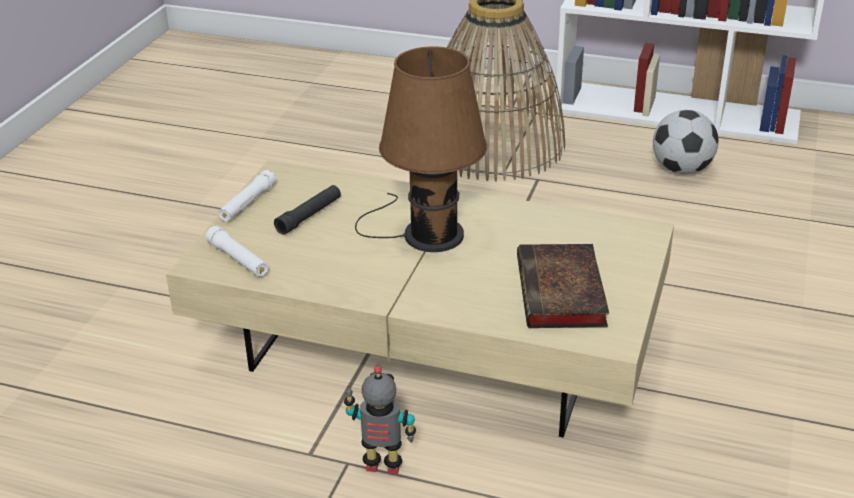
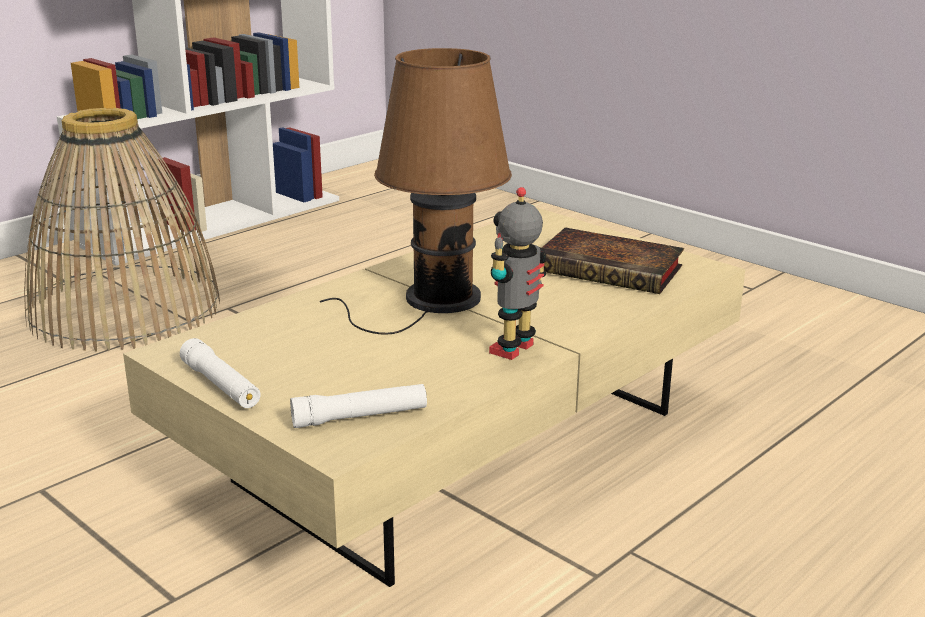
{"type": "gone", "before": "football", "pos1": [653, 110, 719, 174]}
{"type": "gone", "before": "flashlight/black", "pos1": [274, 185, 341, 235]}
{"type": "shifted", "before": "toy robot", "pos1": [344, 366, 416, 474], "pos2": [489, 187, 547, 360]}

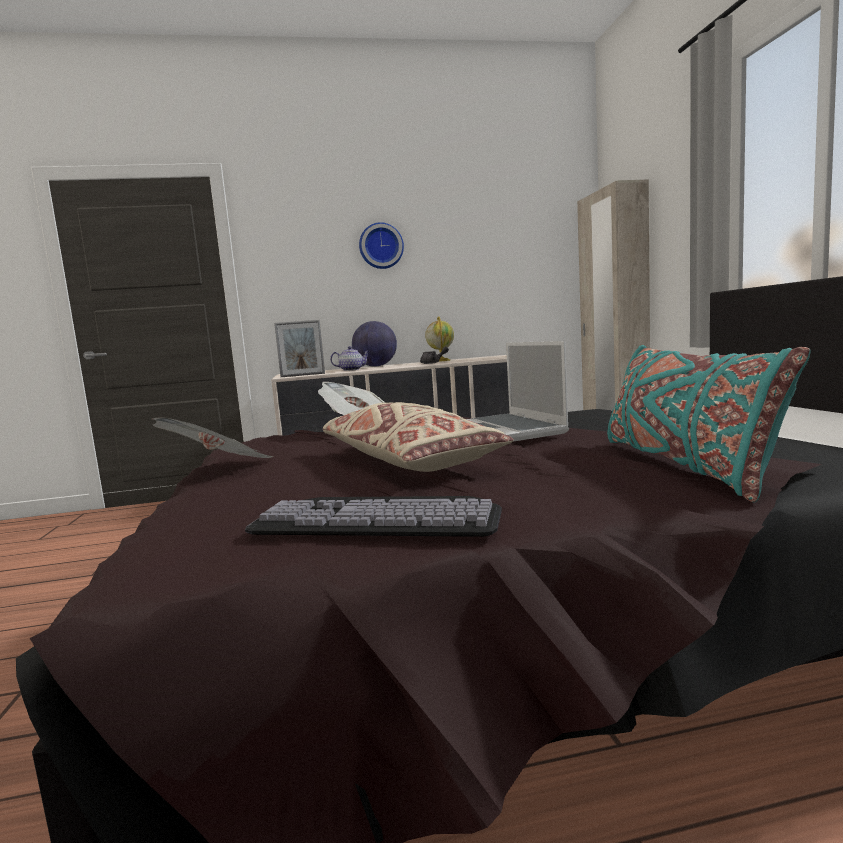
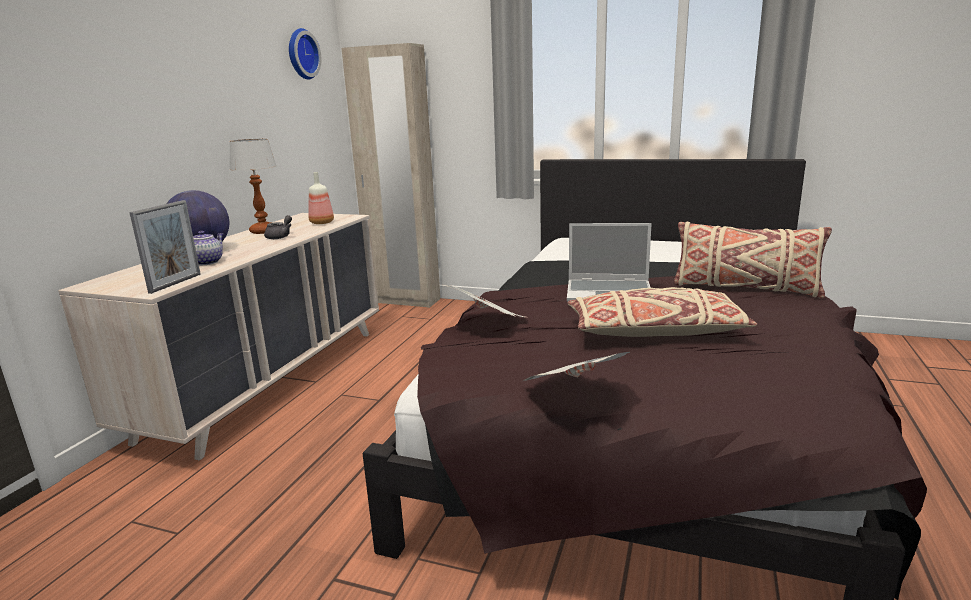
{"type": "shifted", "before": "wall clock", "pos1": [359, 222, 404, 269], "pos2": [289, 28, 322, 80]}
{"type": "swapped", "before": "globe", "after": "table lamp", "pos1": [425, 316, 454, 362], "pos2": [229, 139, 276, 234]}
{"type": "repainted", "before": "pillow/turquoise", "after": "pillow/beige", "pos1": [607, 345, 811, 502], "pos2": [674, 222, 832, 298]}
{"type": "gone", "before": "keyboard", "pos1": [245, 496, 502, 537]}
{"type": "new", "after": "bottle", "pos2": [308, 172, 334, 224]}

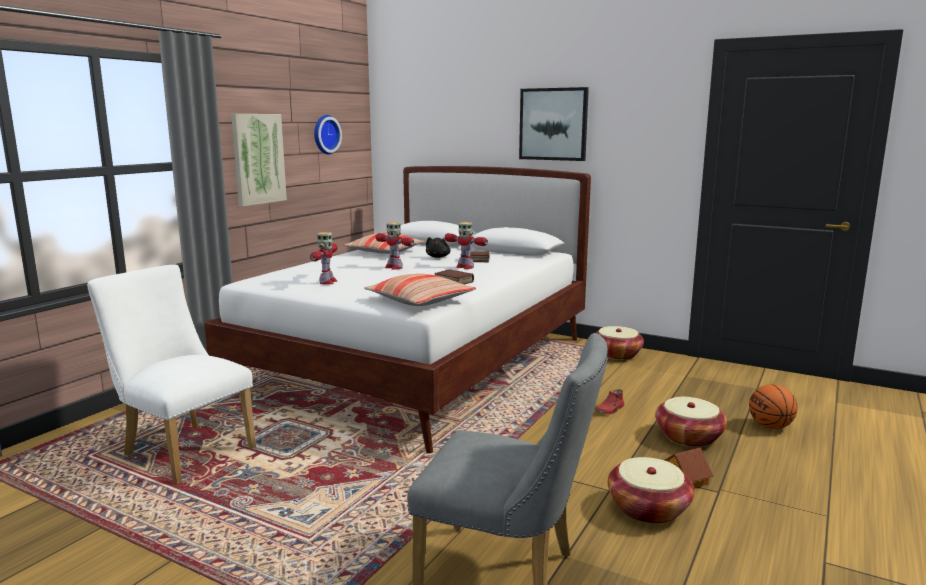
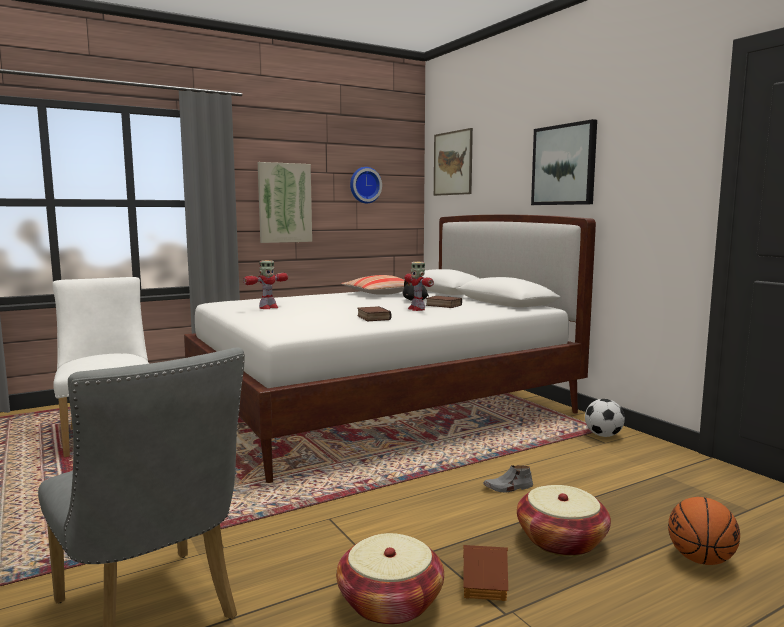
{"type": "gone", "before": "toy robot", "pos1": [375, 222, 414, 270]}
{"type": "gone", "before": "pillow", "pos1": [364, 274, 476, 306]}
{"type": "swapped", "before": "basket", "after": "football", "pos1": [596, 326, 644, 360], "pos2": [585, 399, 625, 437]}
{"type": "repainted", "before": "shoe/red", "after": "shoe/grey", "pos1": [595, 389, 624, 414], "pos2": [483, 465, 533, 493]}
{"type": "new", "after": "picture", "pos2": [434, 128, 473, 196]}

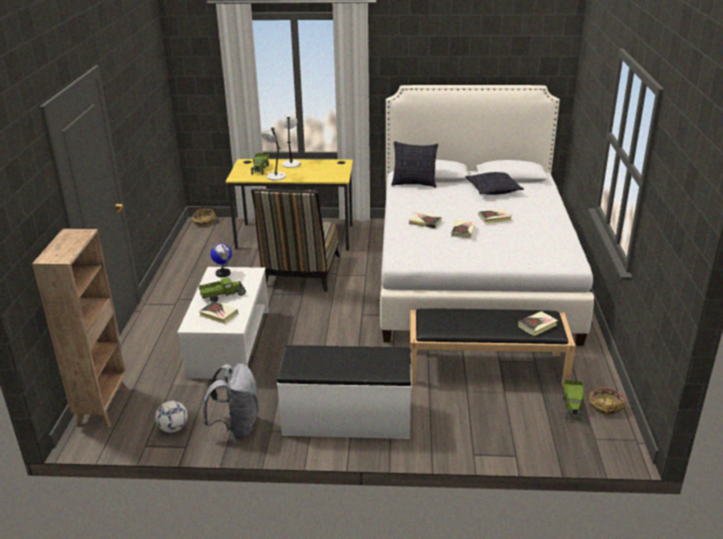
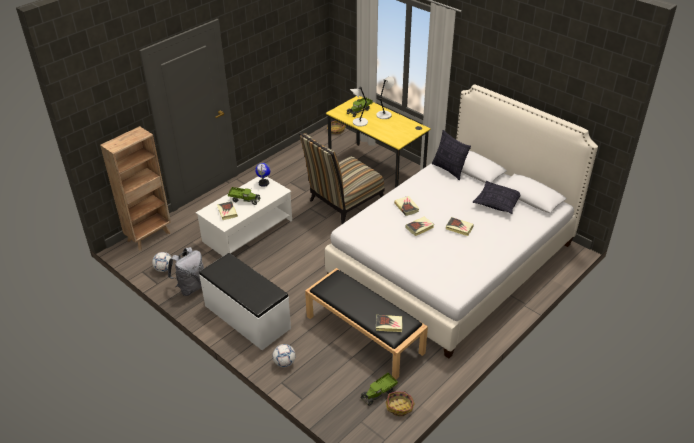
{"type": "new", "after": "football", "pos2": [273, 344, 296, 367]}

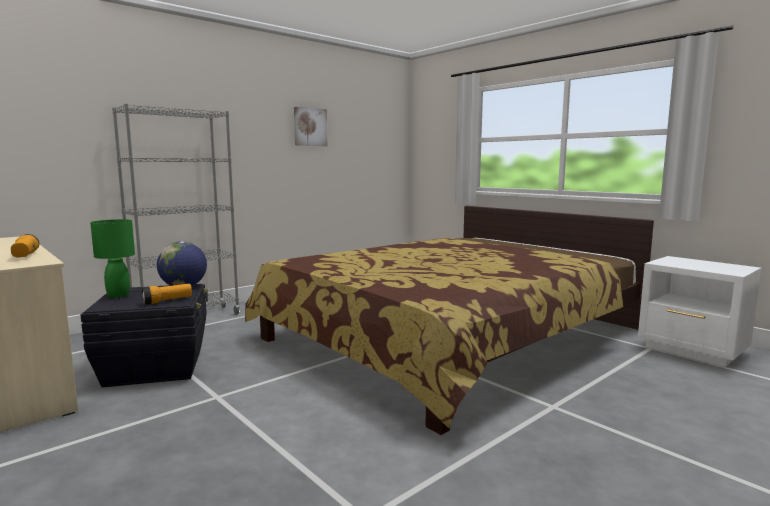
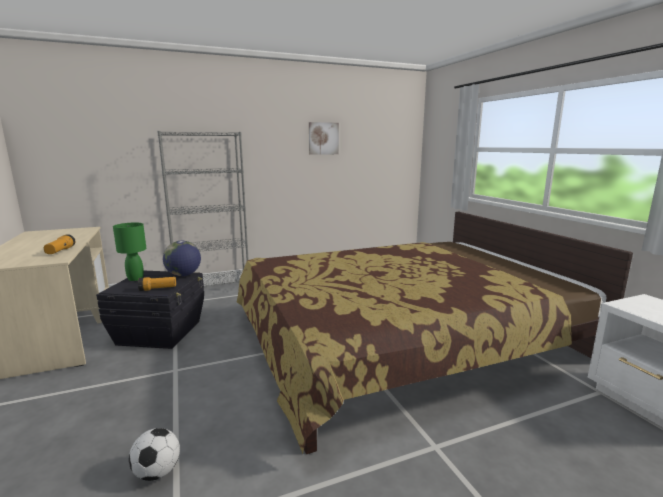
{"type": "new", "after": "football", "pos2": [129, 428, 180, 481]}

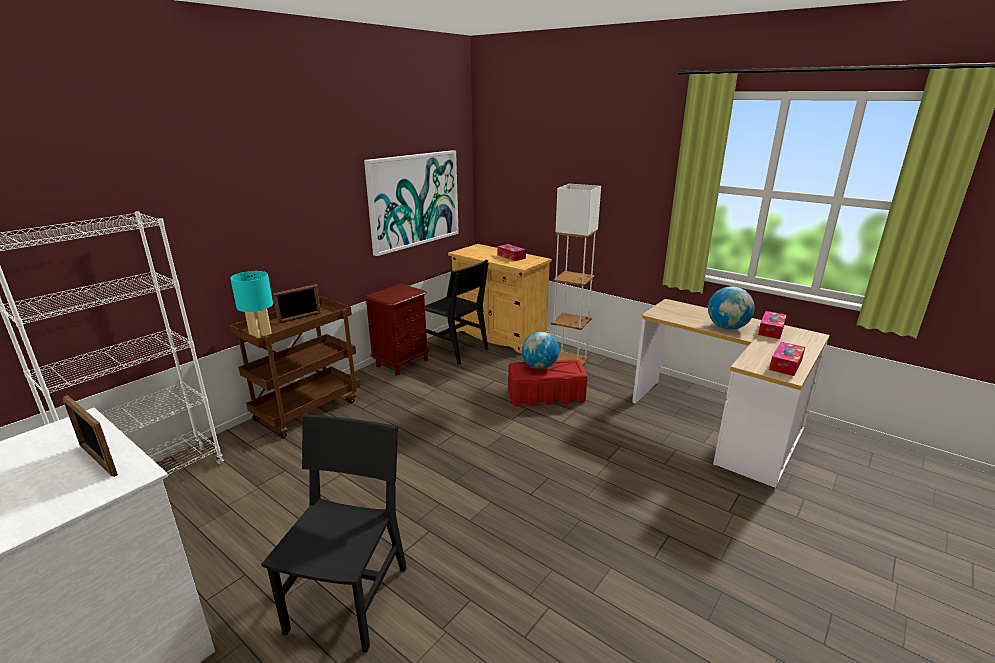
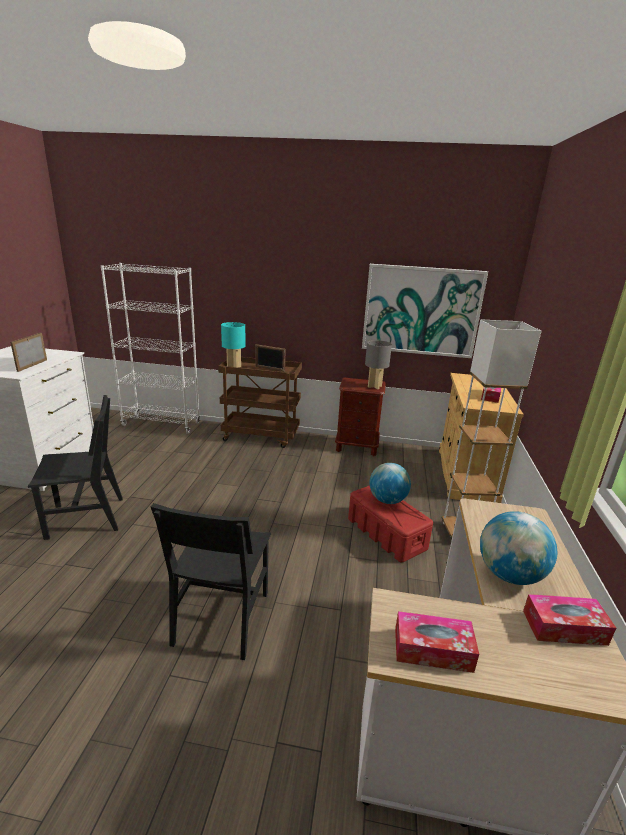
{"type": "shifted", "before": "chair/black", "pos1": [425, 260, 489, 365], "pos2": [151, 503, 271, 660]}
{"type": "new", "after": "table lamp/grey", "pos2": [365, 340, 392, 389]}

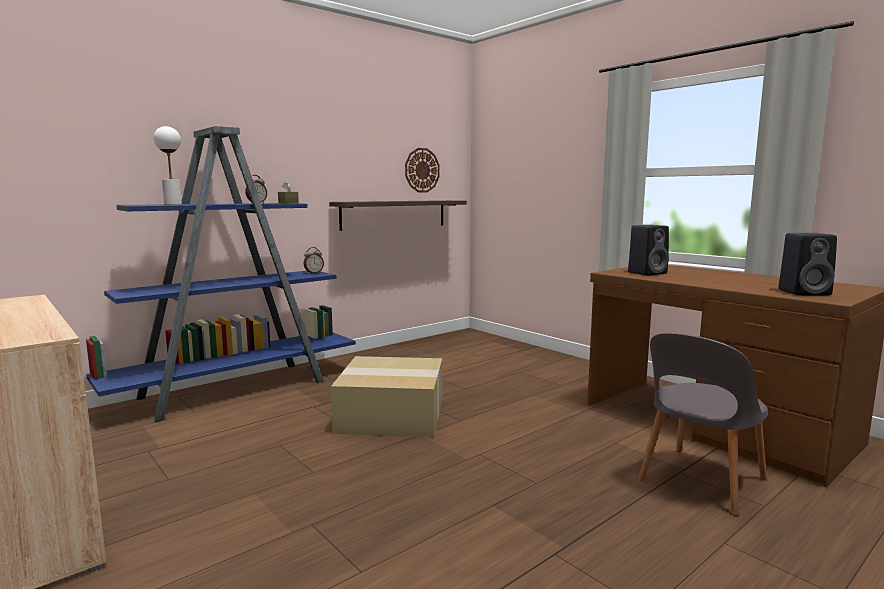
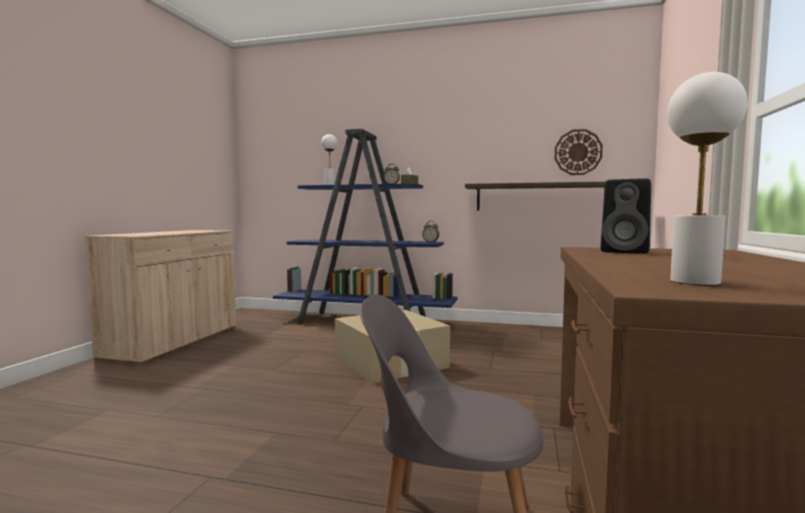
{"type": "swapped", "before": "speaker/black", "after": "table lamp/white", "pos1": [778, 233, 837, 295], "pos2": [667, 72, 747, 285]}

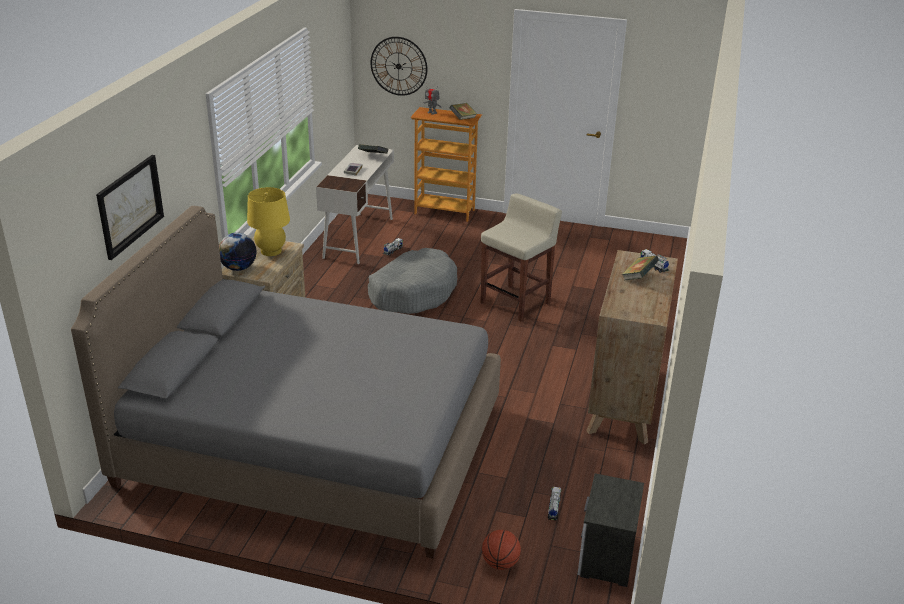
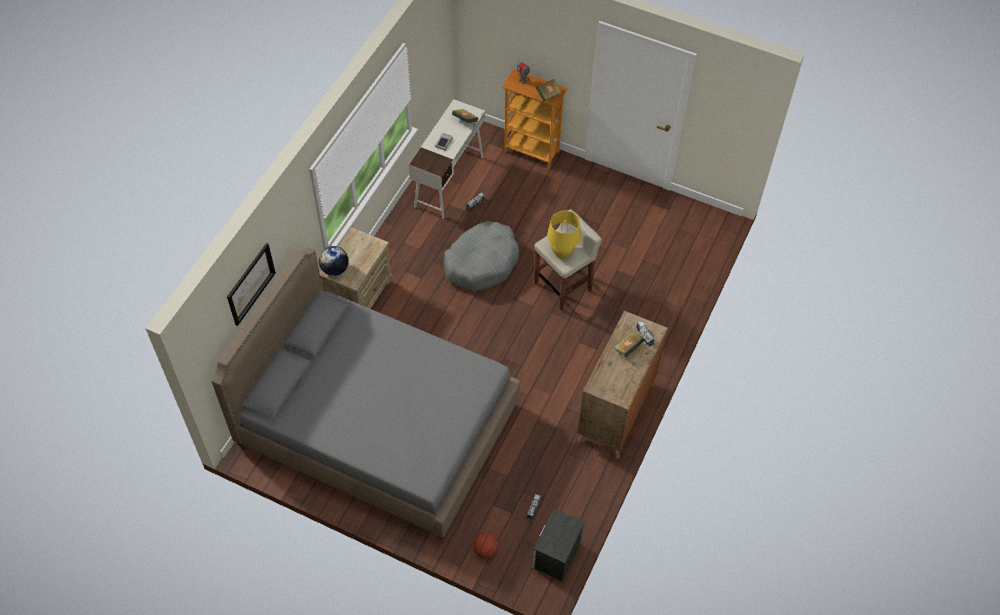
{"type": "gone", "before": "wall clock", "pos1": [370, 37, 427, 96]}
{"type": "shifted", "before": "table lamp/yellow", "pos1": [247, 187, 290, 256], "pos2": [547, 211, 581, 259]}

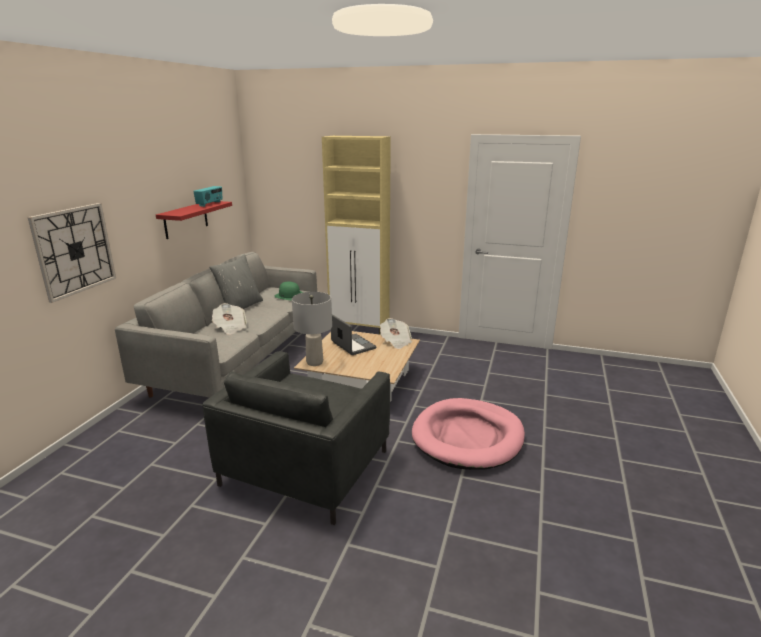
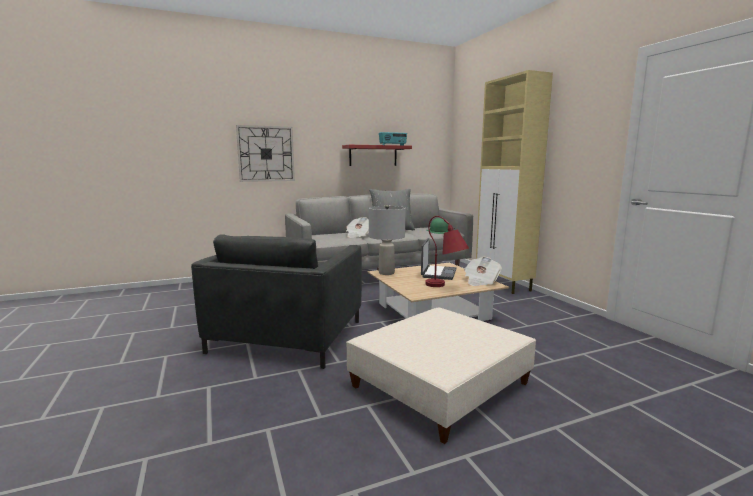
{"type": "rotated", "before": "armchair/grey", "pos1": [202, 351, 390, 525], "pos2": [191, 234, 362, 369], "turn": -60}
{"type": "swapped", "before": "dog bed/pink", "after": "ottoman/beige", "pos1": [412, 398, 525, 470], "pos2": [346, 308, 536, 444]}
{"type": "new", "after": "table lamp/red", "pos2": [426, 216, 469, 287]}

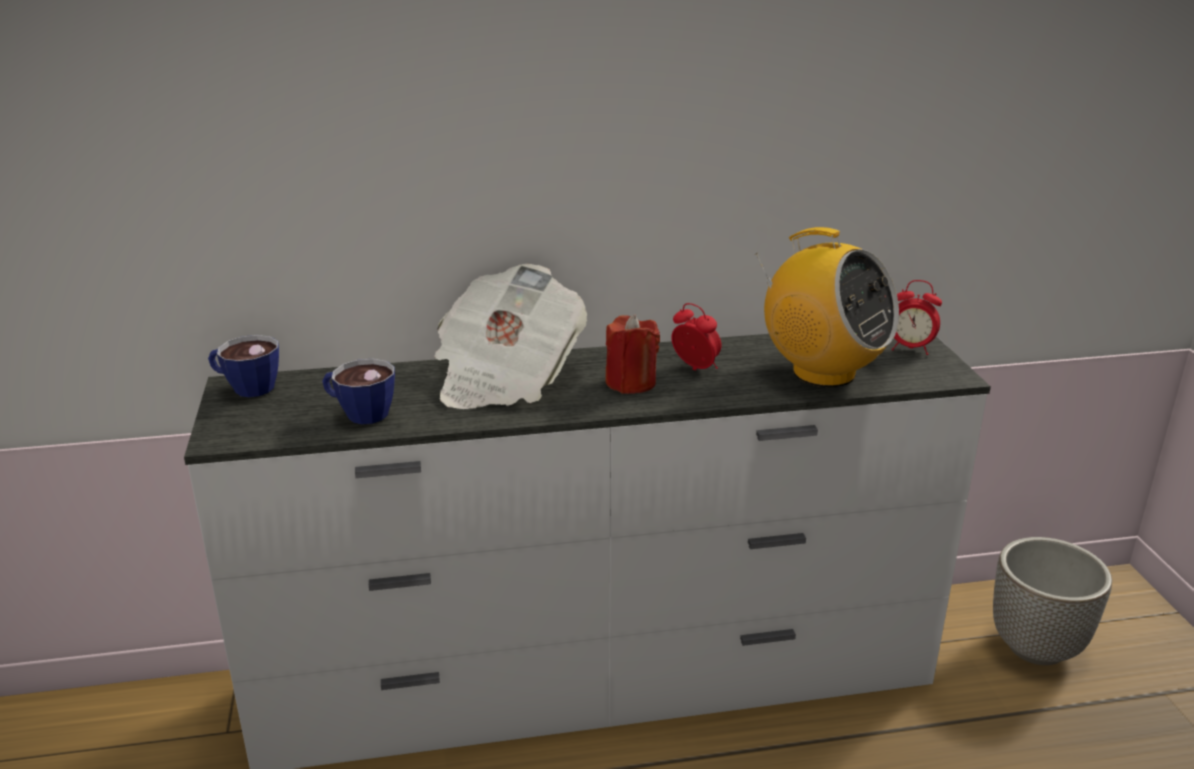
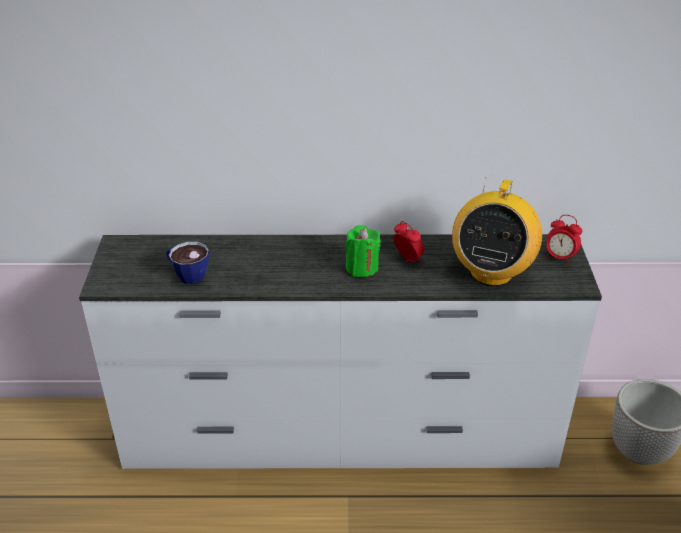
{"type": "rotated", "before": "radio", "pos1": [756, 227, 899, 387], "pos2": [452, 180, 542, 286], "turn": 60}
{"type": "gone", "before": "newspaper", "pos1": [434, 264, 587, 409]}
{"type": "repainted", "before": "candle/red", "after": "candle/green", "pos1": [605, 314, 660, 394], "pos2": [346, 225, 381, 277]}
{"type": "gone", "before": "cup", "pos1": [208, 335, 279, 397]}

